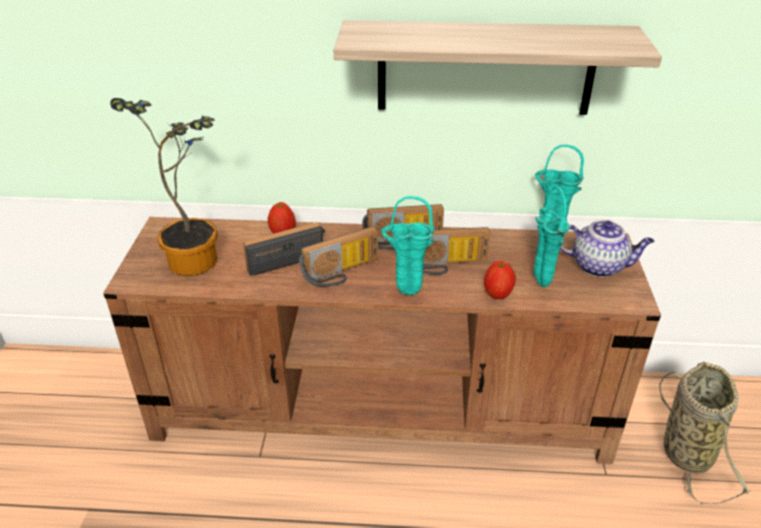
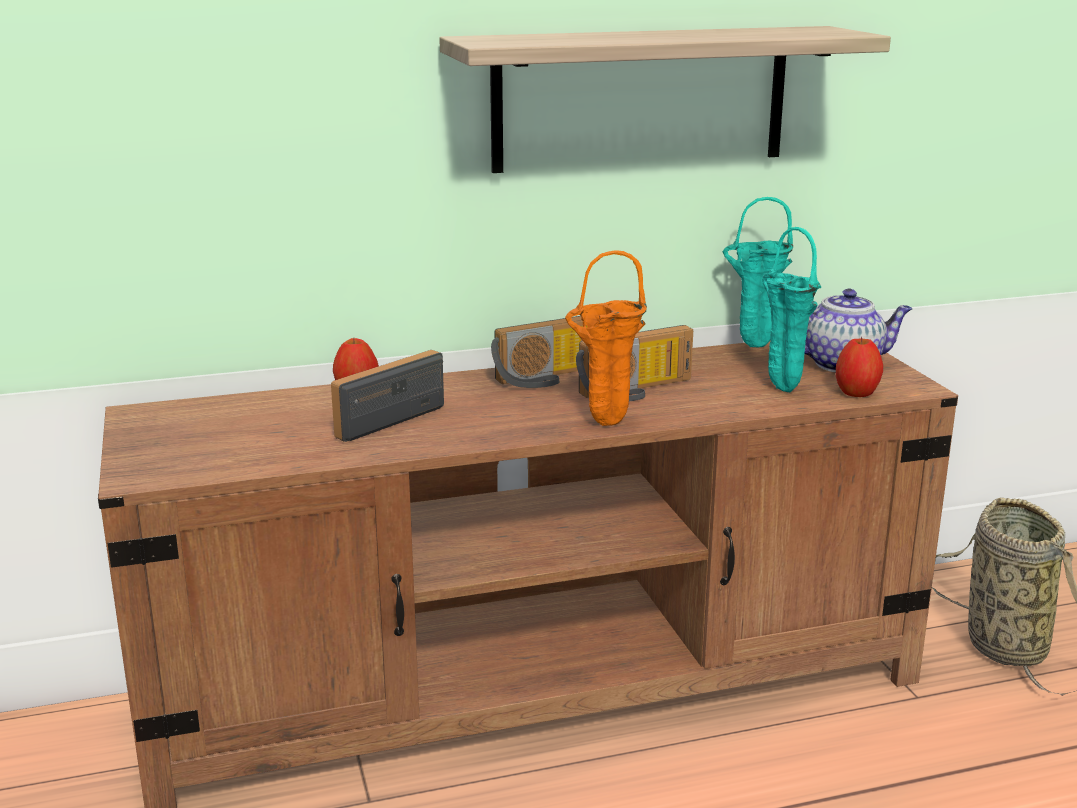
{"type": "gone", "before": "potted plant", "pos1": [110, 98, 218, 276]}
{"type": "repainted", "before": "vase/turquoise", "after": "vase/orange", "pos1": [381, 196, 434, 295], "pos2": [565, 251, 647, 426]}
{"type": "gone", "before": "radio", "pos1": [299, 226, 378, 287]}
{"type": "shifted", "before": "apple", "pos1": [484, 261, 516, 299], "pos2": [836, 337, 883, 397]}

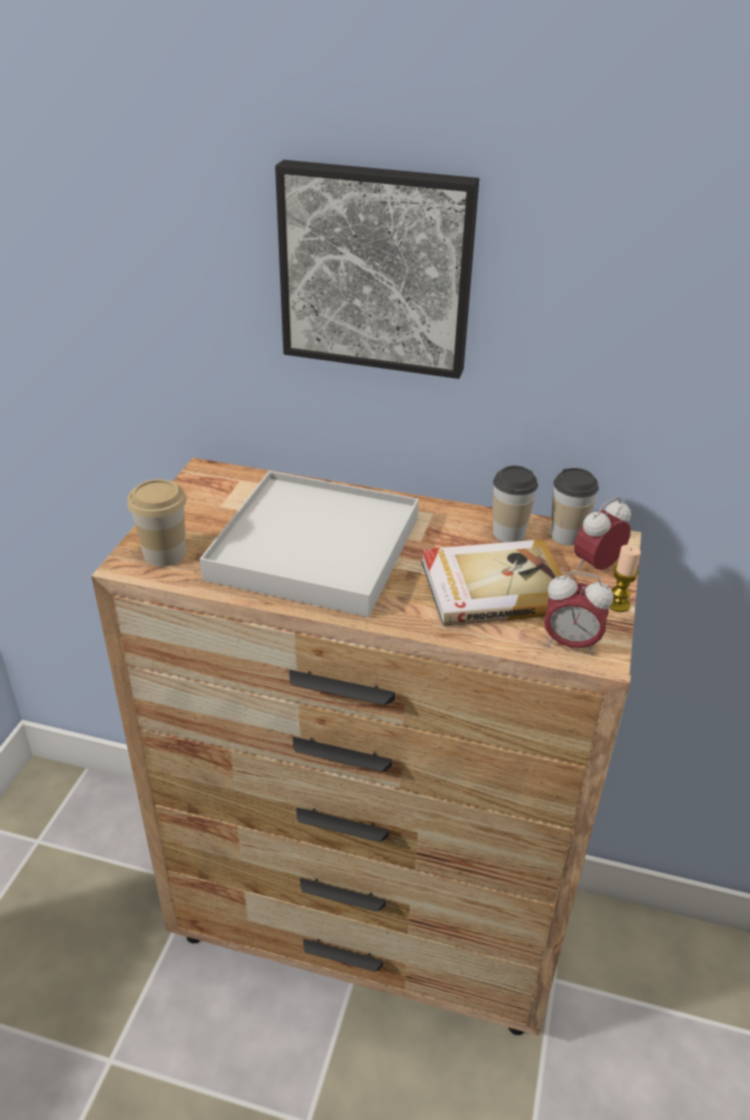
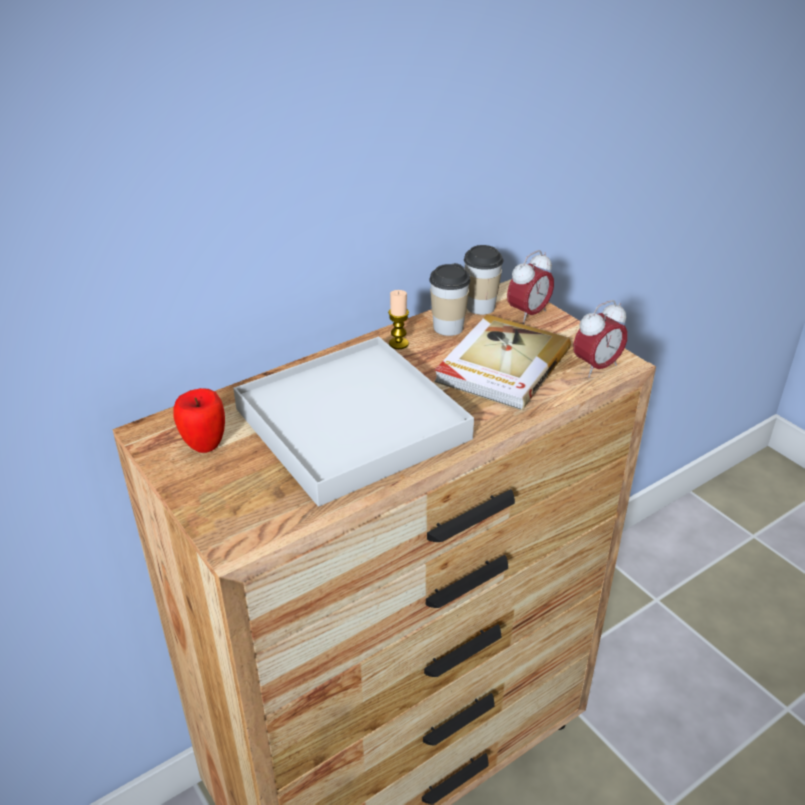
{"type": "gone", "before": "picture", "pos1": [275, 160, 479, 379]}
{"type": "gone", "before": "cup", "pos1": [127, 479, 186, 566]}
{"type": "rotated", "before": "alarm clock", "pos1": [574, 497, 631, 570], "pos2": [507, 250, 554, 324], "turn": -135}
{"type": "shifted", "before": "candle", "pos1": [610, 545, 641, 612], "pos2": [388, 290, 409, 349]}
{"type": "new", "after": "apple", "pos2": [173, 388, 225, 453]}

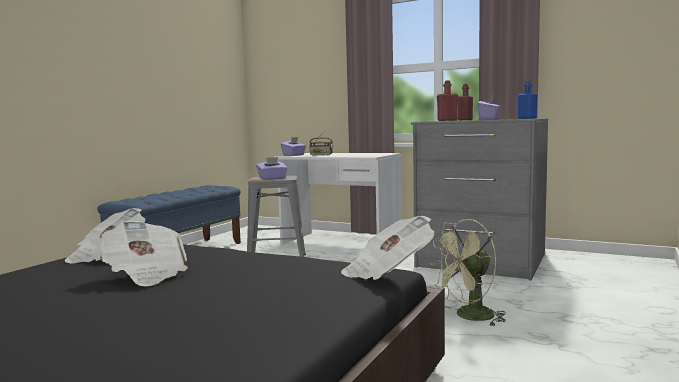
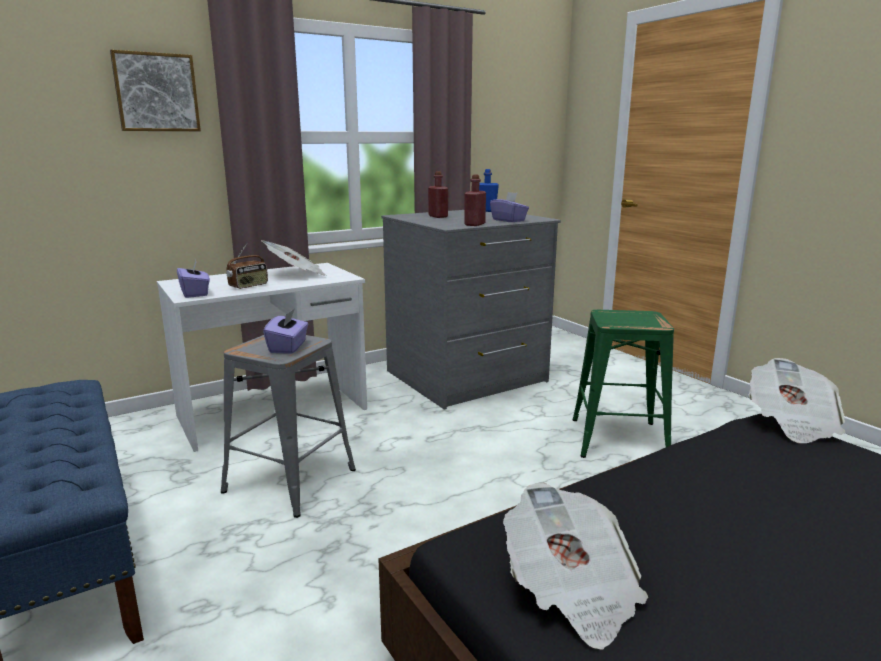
{"type": "swapped", "before": "fan/green", "after": "stool/green", "pos1": [430, 219, 506, 326], "pos2": [573, 310, 674, 458]}
{"type": "shifted", "before": "newspaper", "pos1": [99, 220, 188, 287], "pos2": [261, 240, 327, 276]}
{"type": "new", "after": "picture", "pos2": [110, 50, 201, 131]}

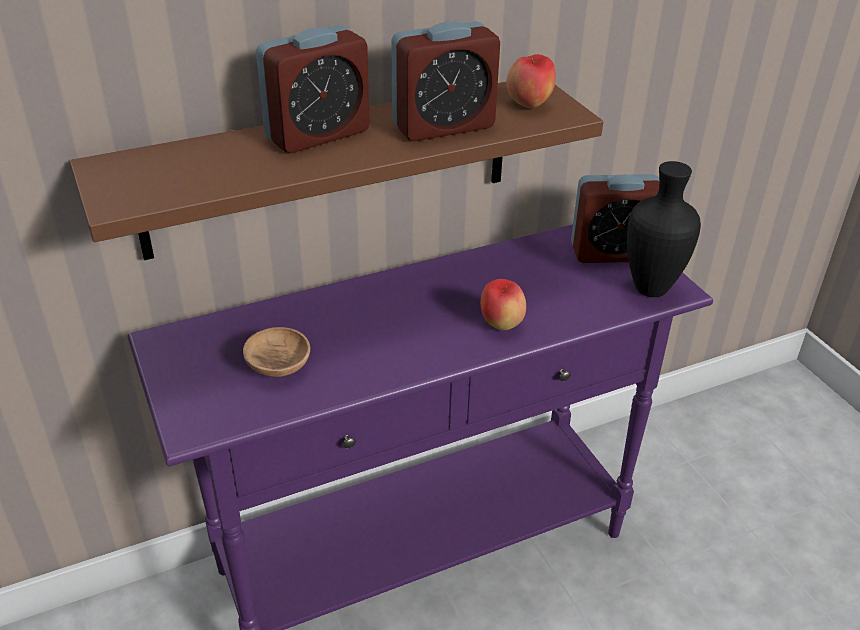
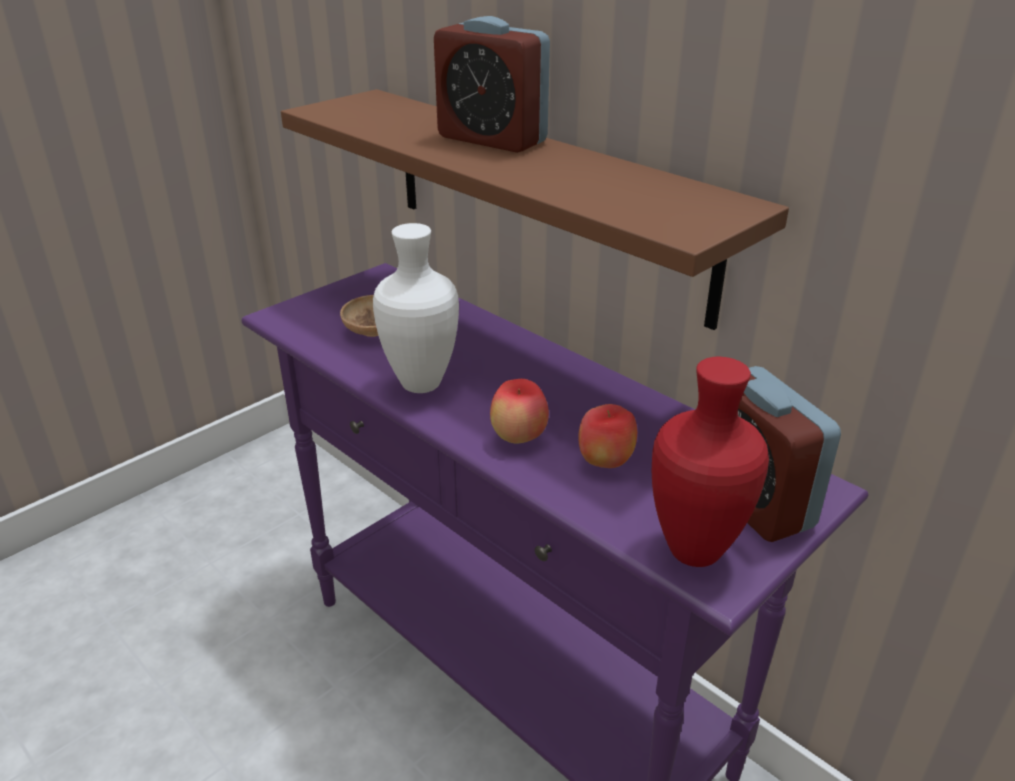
{"type": "gone", "before": "alarm clock", "pos1": [391, 21, 500, 141]}
{"type": "shifted", "before": "apple", "pos1": [507, 54, 556, 108], "pos2": [578, 404, 637, 468]}
{"type": "repainted", "before": "vase/black", "after": "vase/red", "pos1": [627, 161, 701, 297], "pos2": [652, 357, 769, 567]}
{"type": "new", "after": "vase/white", "pos2": [373, 223, 459, 393]}

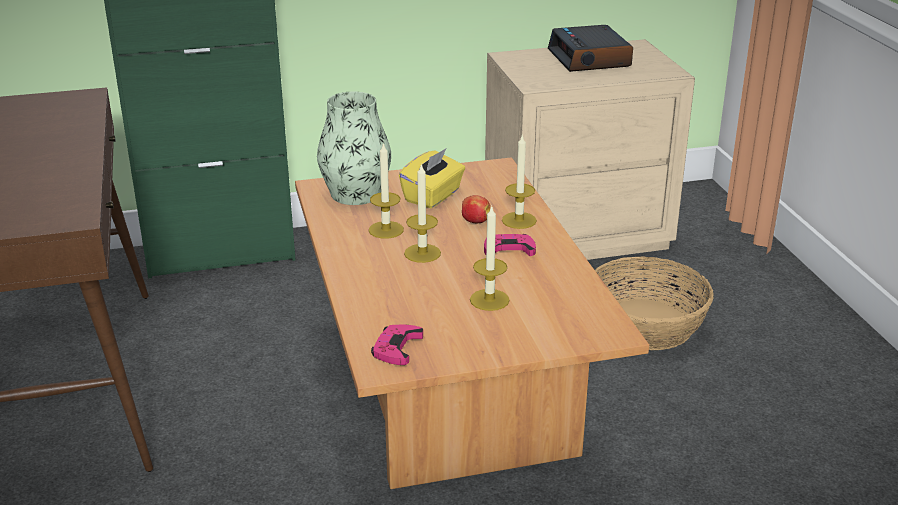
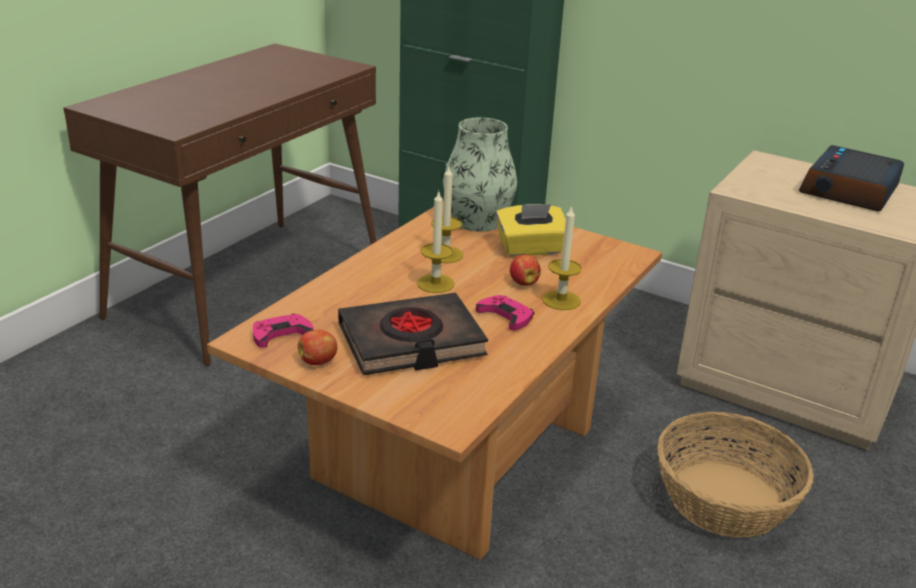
{"type": "swapped", "before": "candle", "after": "book/black", "pos1": [470, 206, 510, 311], "pos2": [338, 293, 488, 375]}
{"type": "new", "after": "apple", "pos2": [298, 330, 337, 365]}

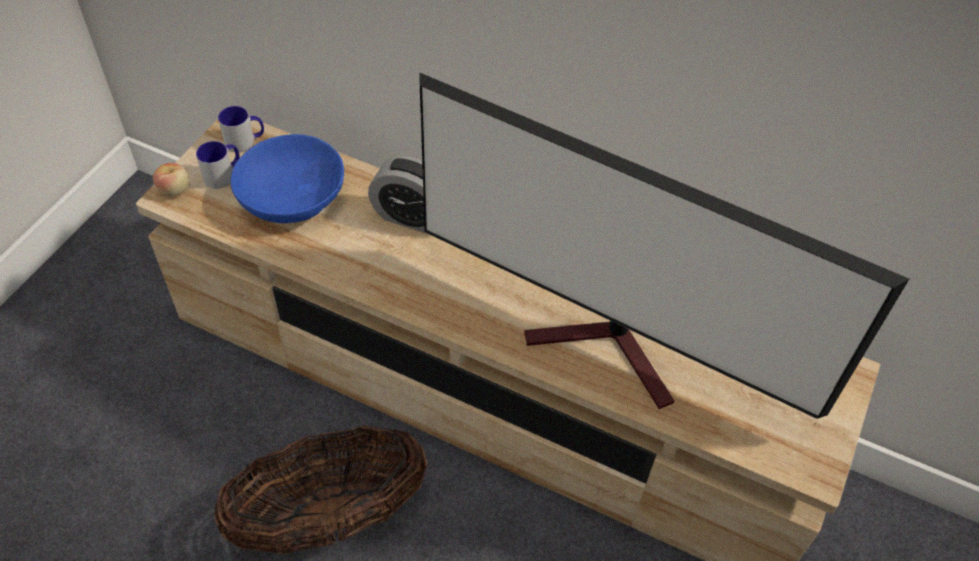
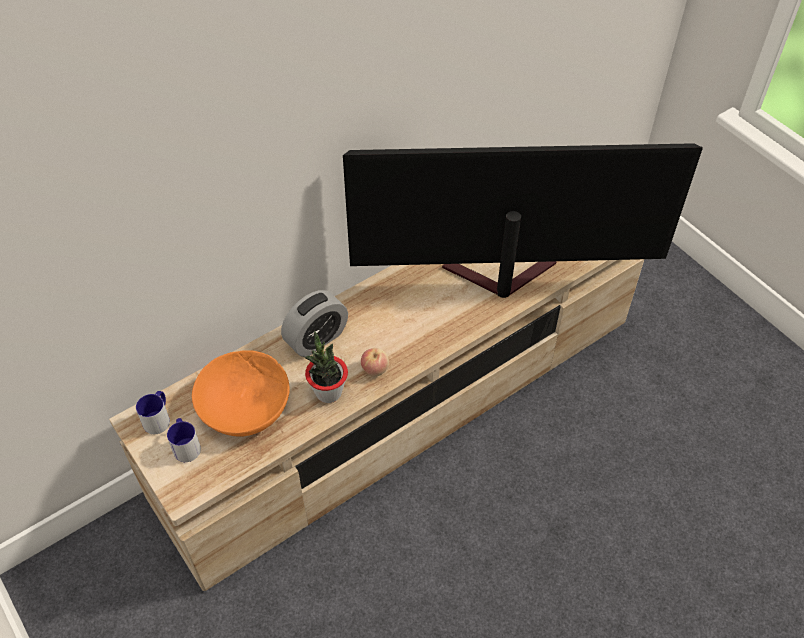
{"type": "rotated", "before": "television", "pos1": [420, 73, 909, 419], "pos2": [343, 143, 703, 298], "turn": -150}
{"type": "repainted", "before": "bowl/blue", "after": "bowl/orange", "pos1": [231, 134, 345, 223], "pos2": [192, 350, 290, 436]}
{"type": "shifted", "before": "apple", "pos1": [153, 163, 189, 196], "pos2": [361, 348, 389, 377]}
{"type": "gone", "before": "basket", "pos1": [214, 426, 428, 554]}
{"type": "new", "after": "potted plant", "pos2": [305, 331, 348, 403]}

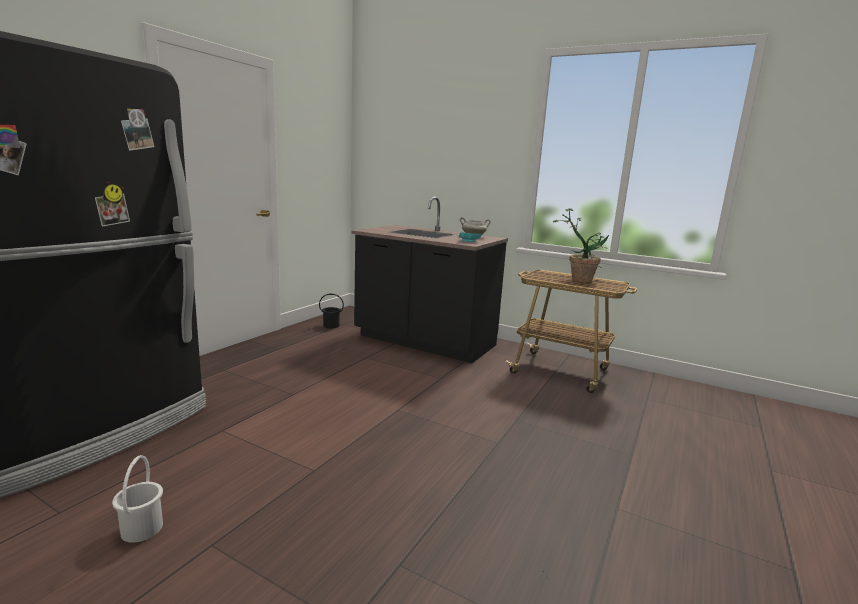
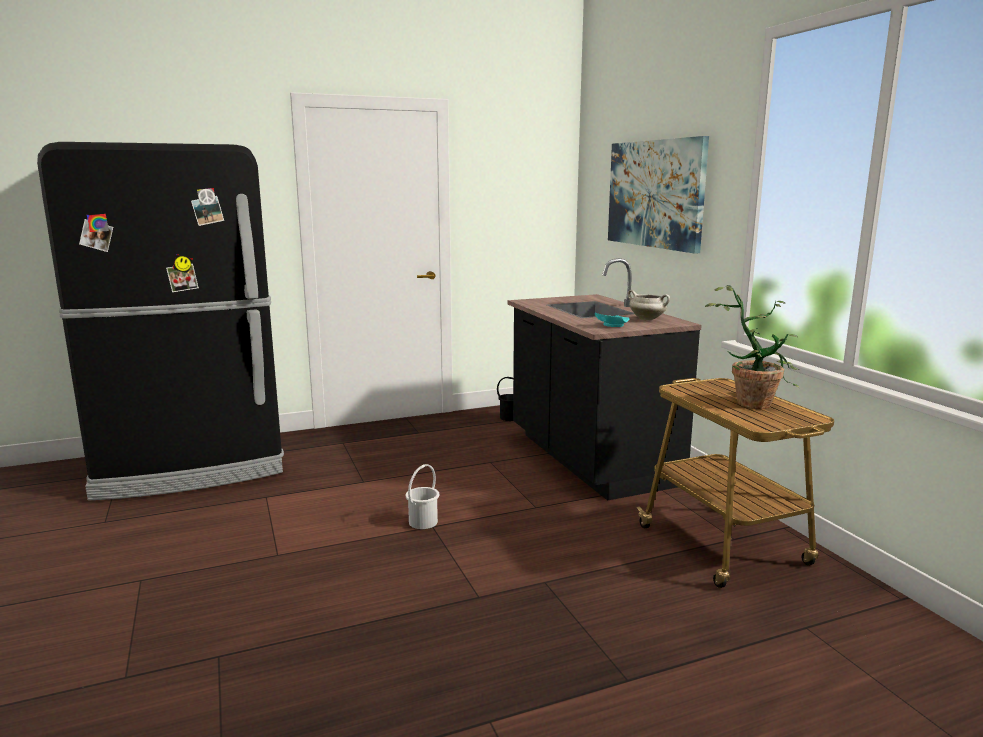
{"type": "shifted", "before": "bucket/white", "pos1": [112, 455, 163, 543], "pos2": [406, 464, 439, 529]}
{"type": "new", "after": "picture", "pos2": [608, 136, 709, 254]}

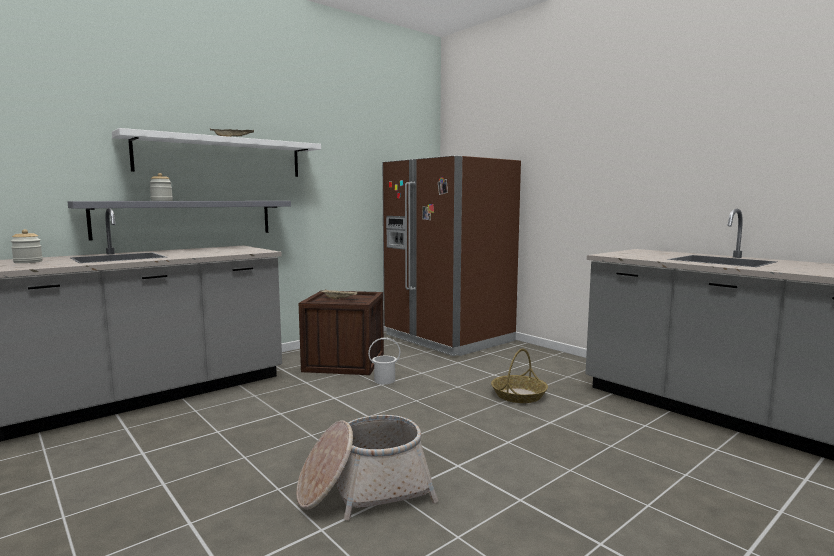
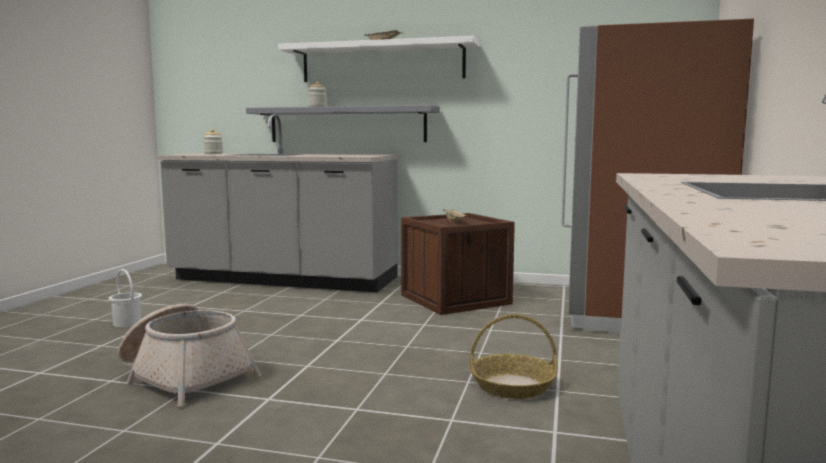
{"type": "shifted", "before": "bucket/white", "pos1": [368, 338, 400, 384], "pos2": [109, 269, 142, 327]}

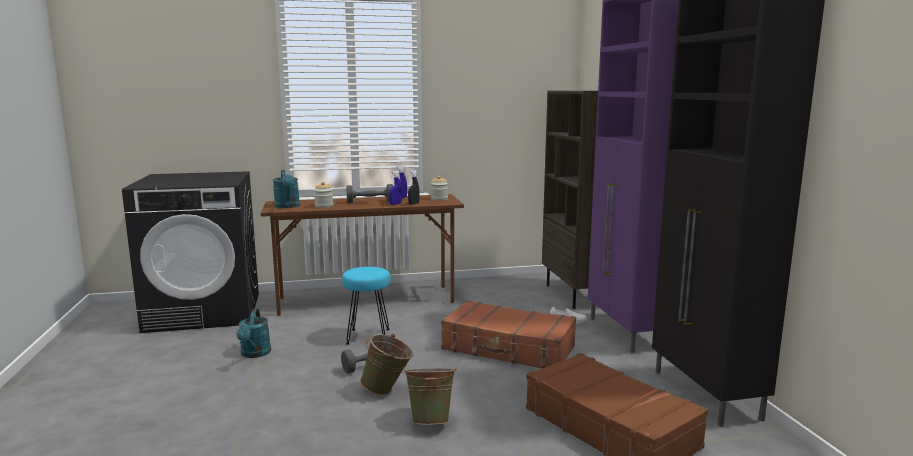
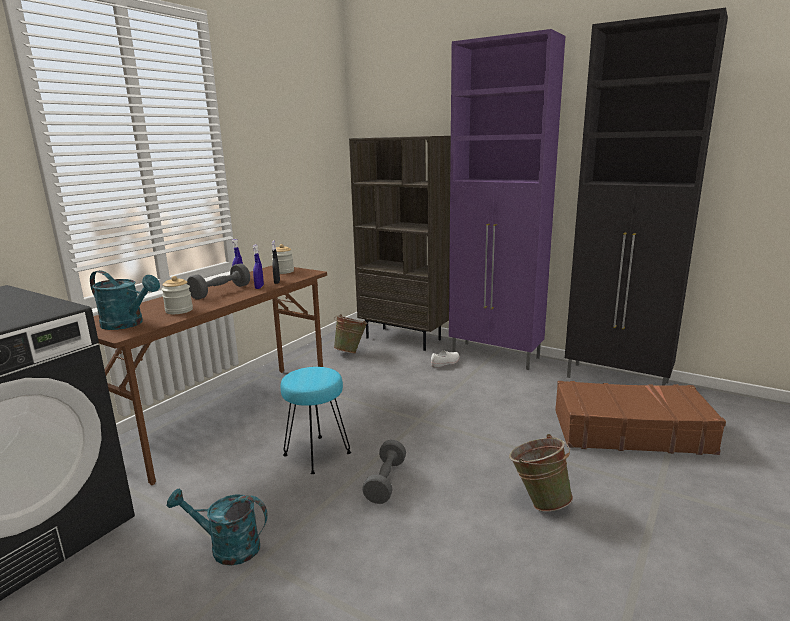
{"type": "gone", "before": "suitcase/brown", "pos1": [441, 300, 576, 368]}
{"type": "rotated", "before": "watering can/turquoise", "pos1": [236, 309, 271, 358], "pos2": [167, 488, 268, 566], "turn": 150}
{"type": "shifted", "before": "bucket/green", "pos1": [360, 334, 413, 395], "pos2": [334, 314, 368, 353]}

